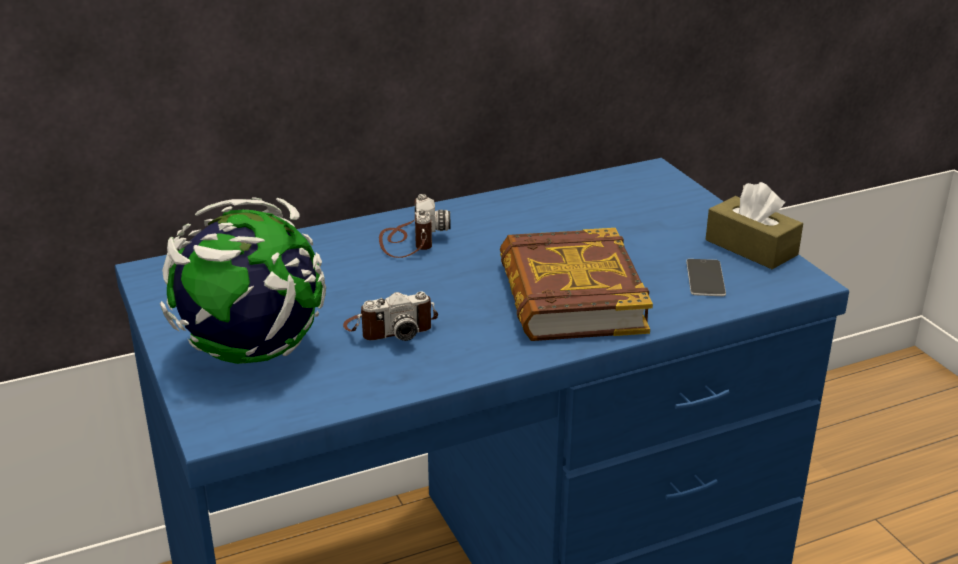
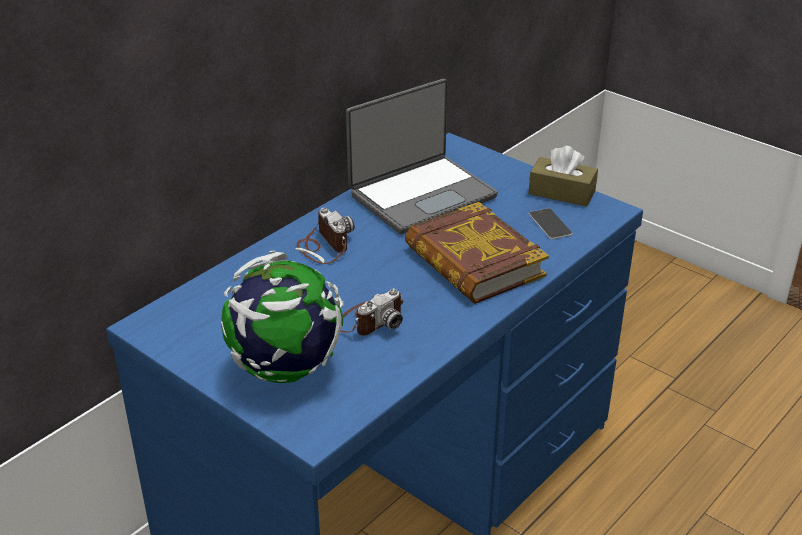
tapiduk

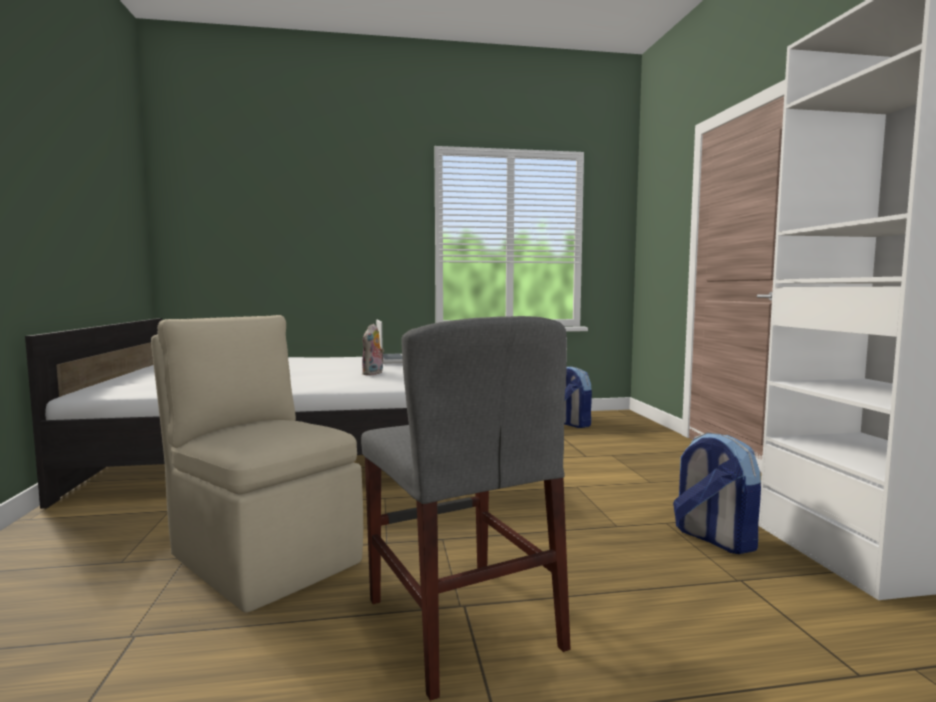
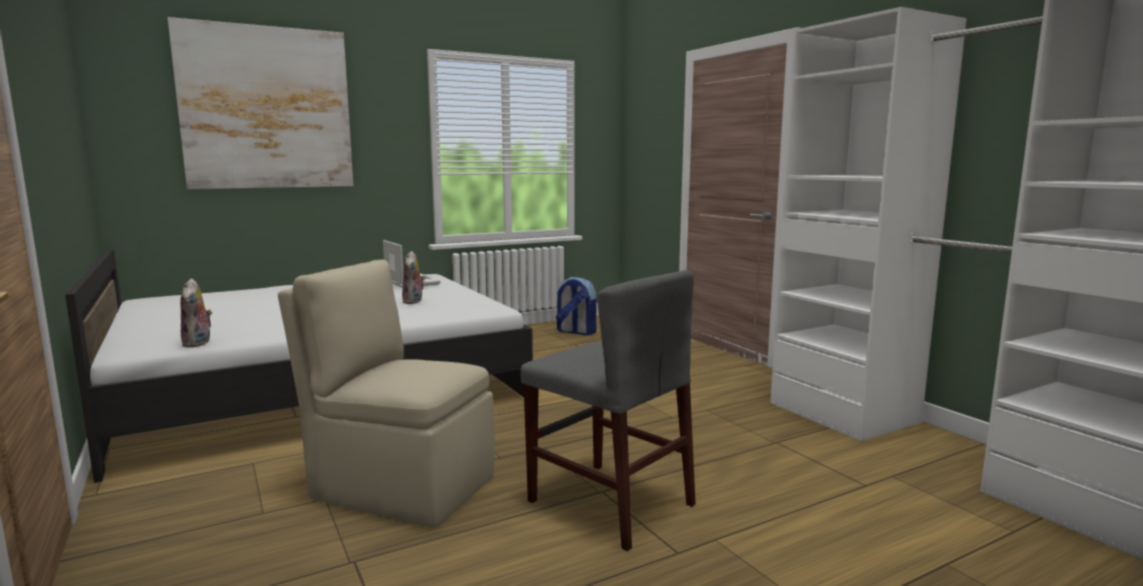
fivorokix (no. 2 from left in the first image)
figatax
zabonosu (no. 1 from left)

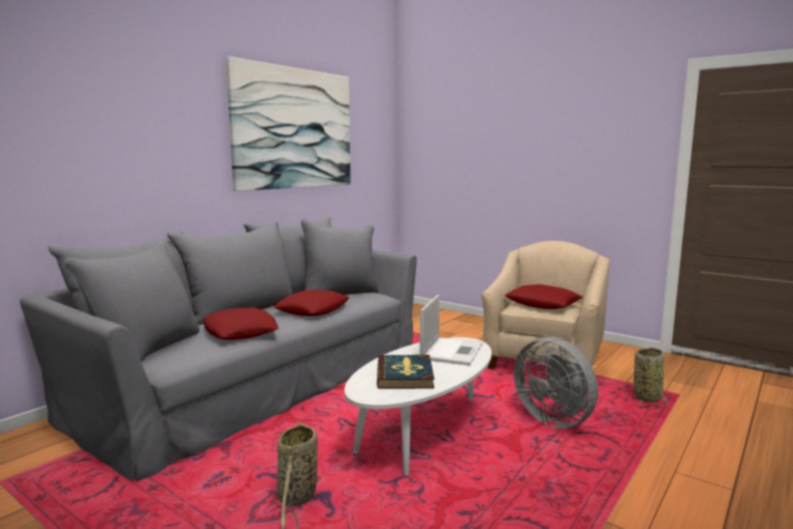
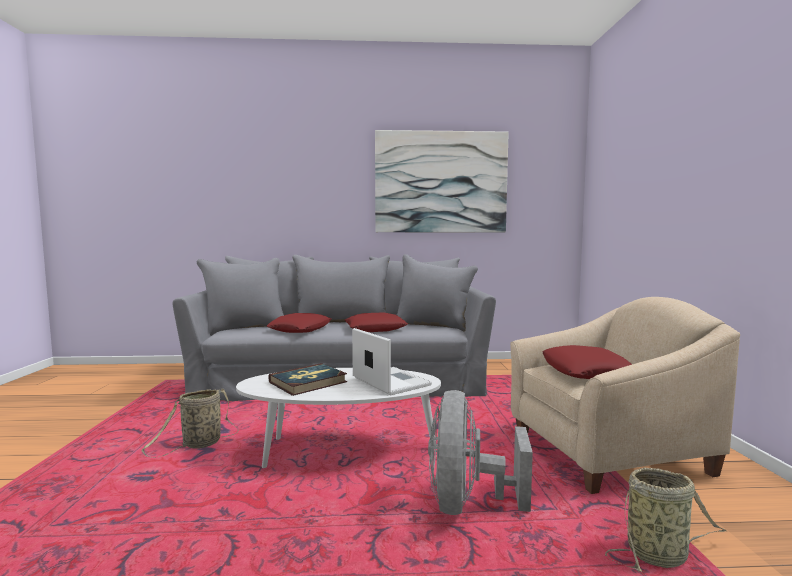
tapiduk

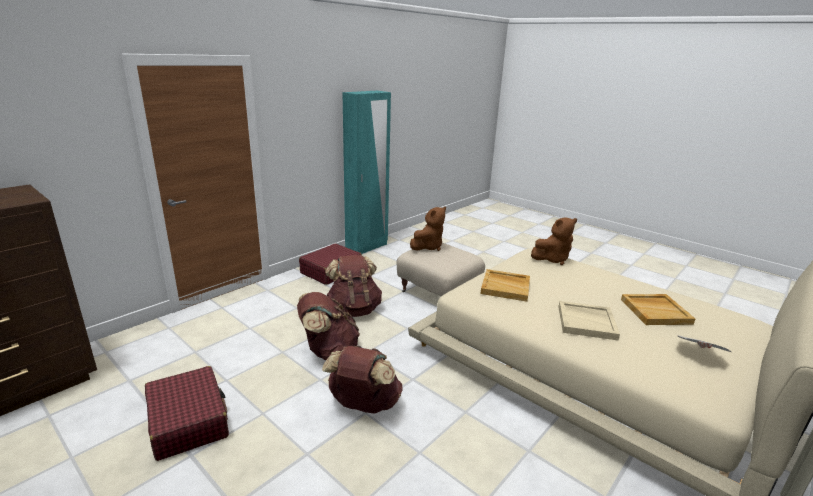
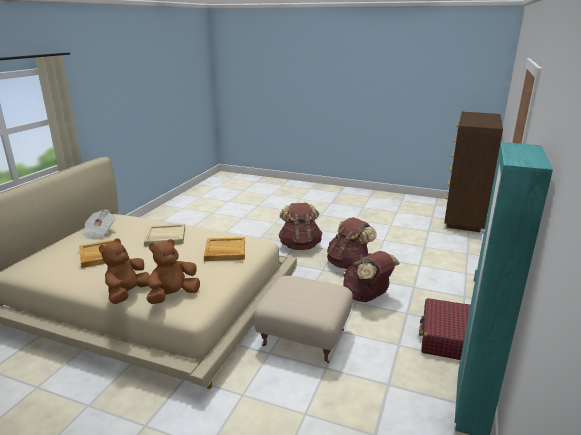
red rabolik (no. 1 from left in the first image)
brown zabonosu (no. 1 from left)

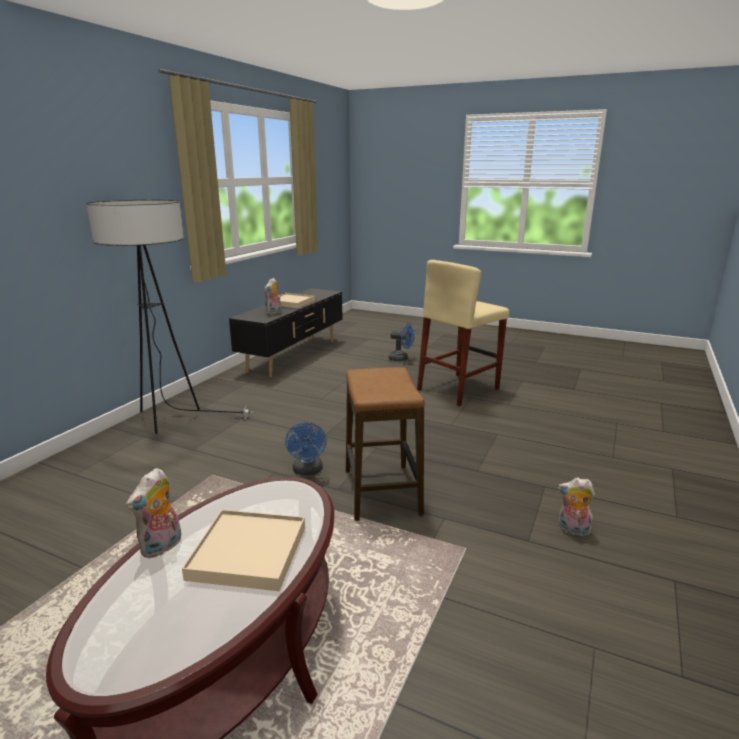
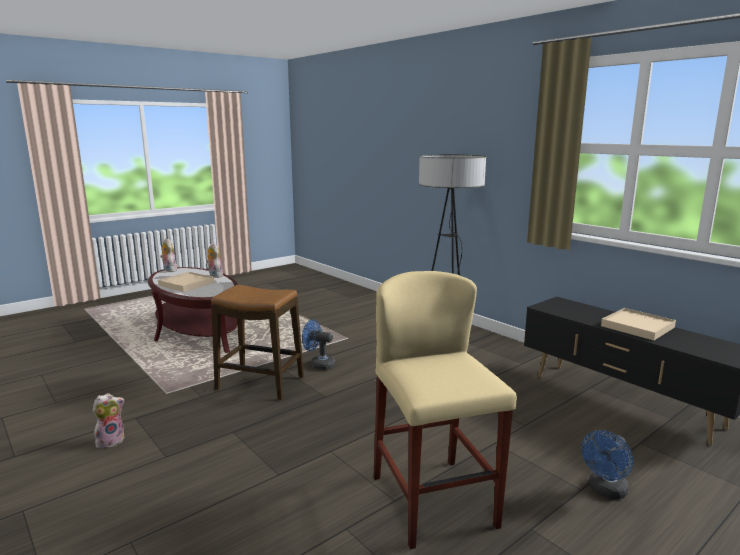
zabonosu (no. 2 from left)

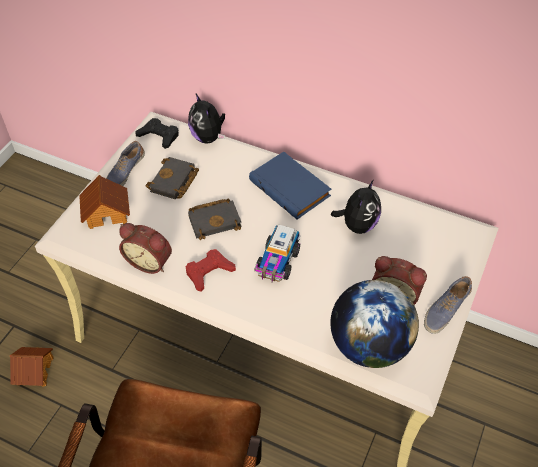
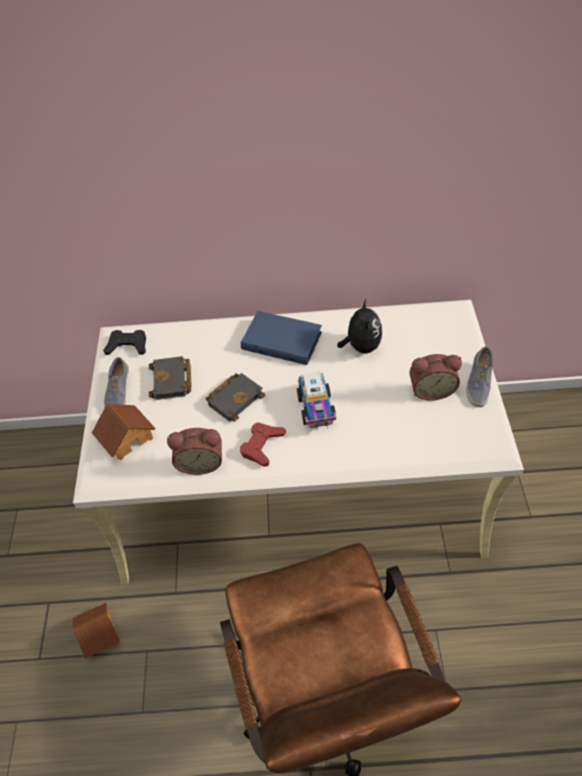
zabonosu (no. 1 from left in the first image)
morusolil

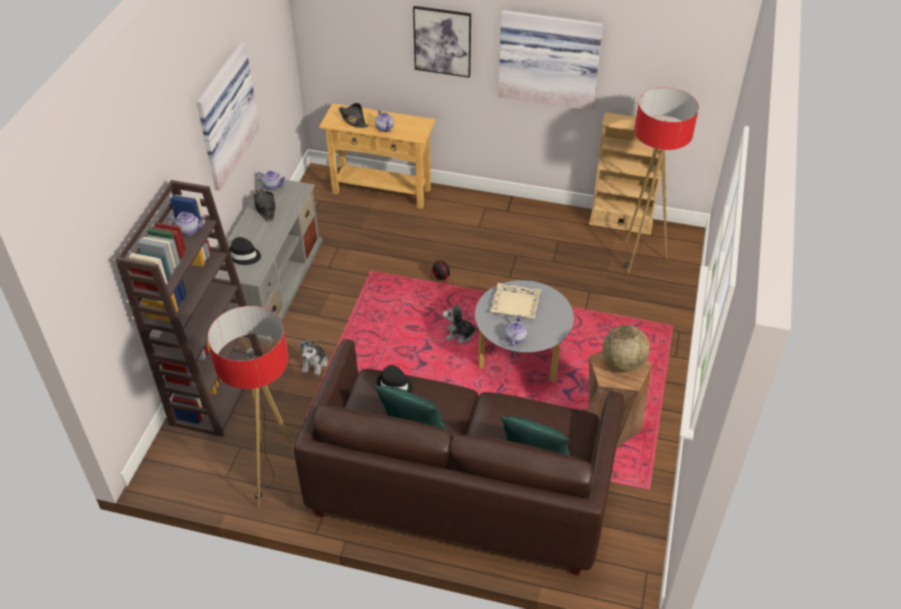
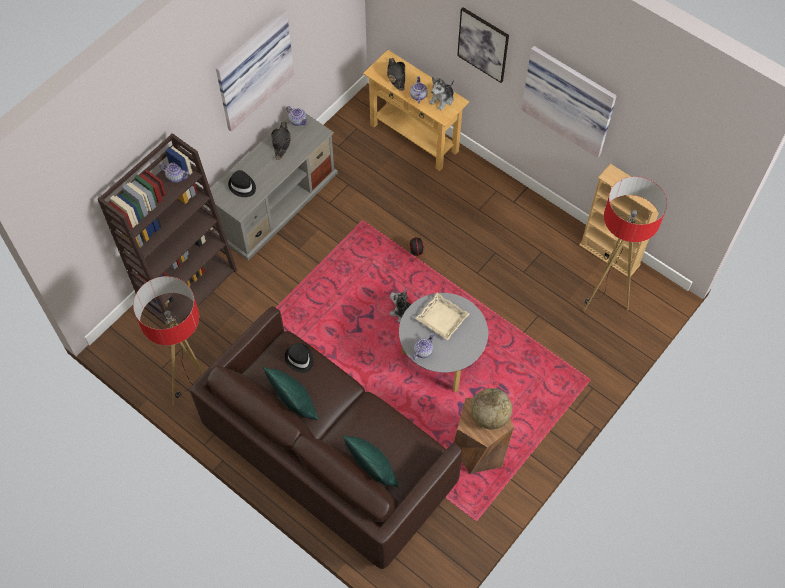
zabonosu (no. 2 from left)

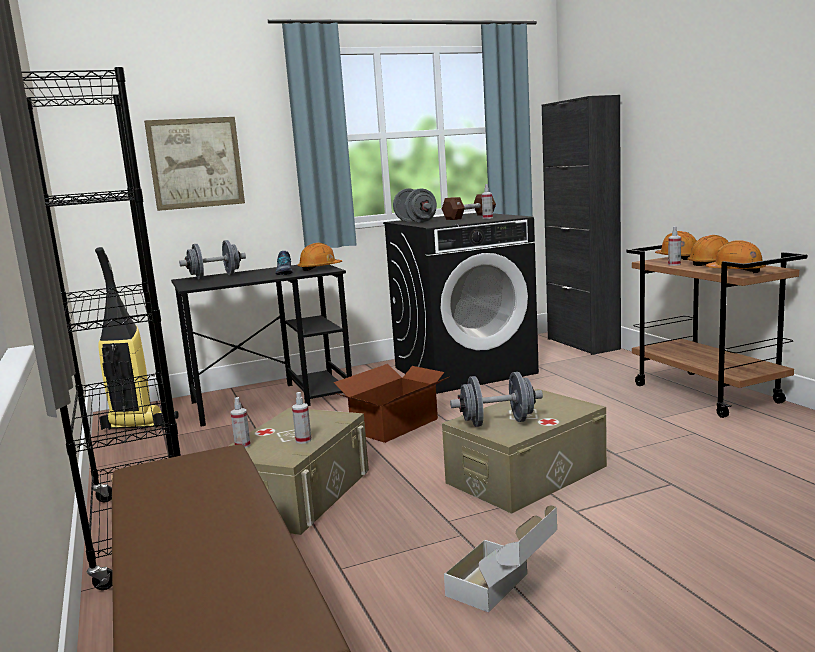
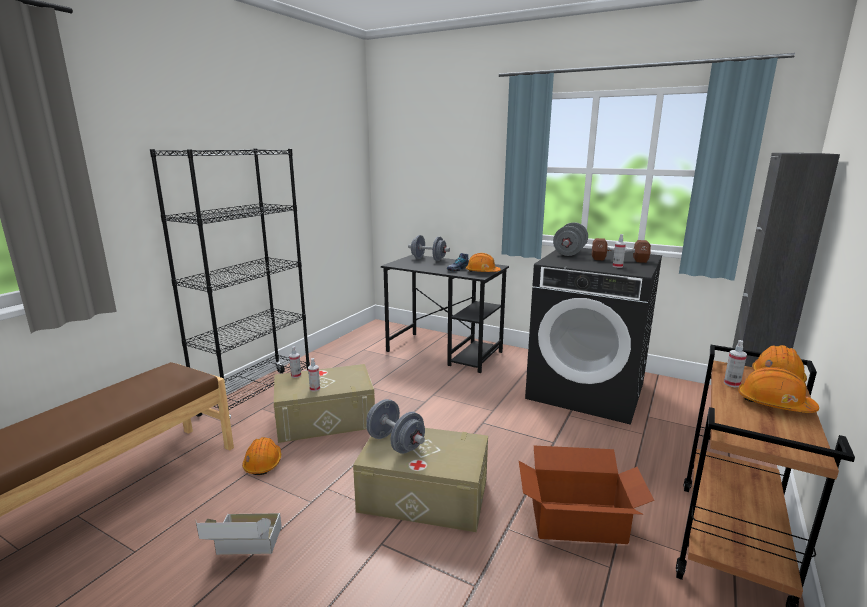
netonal
figatax
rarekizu (no. 2 from left)
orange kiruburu (no. 1 from left)

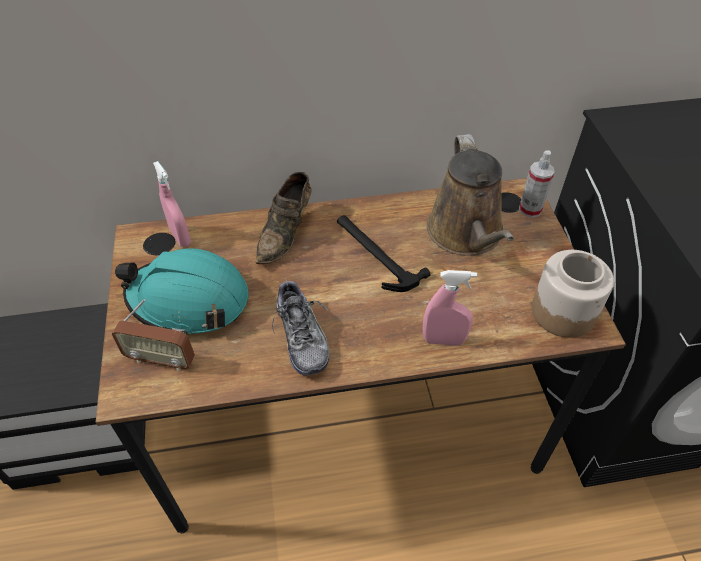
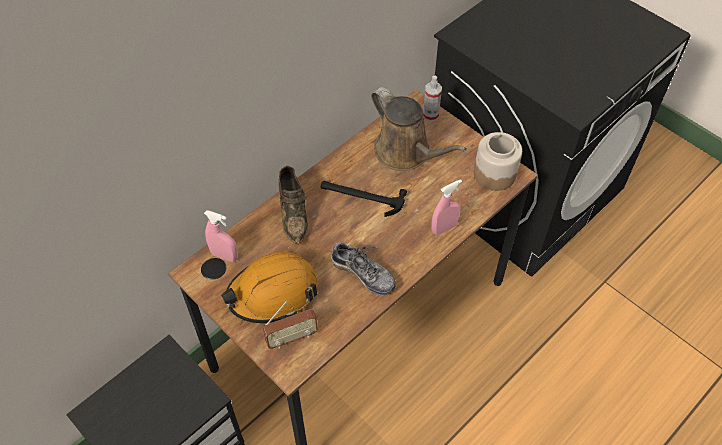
orange kiruburu

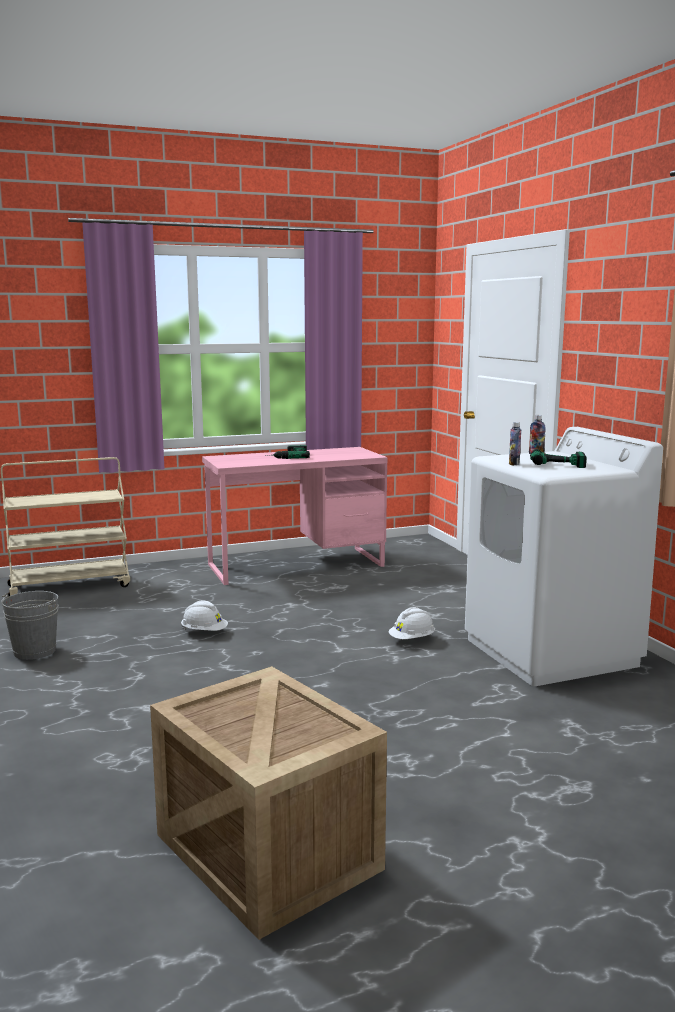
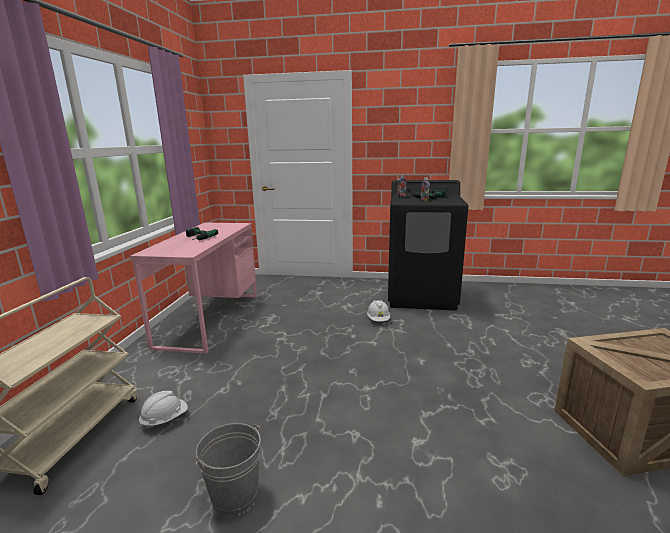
white kiruburu (no. 1 from left)
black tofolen

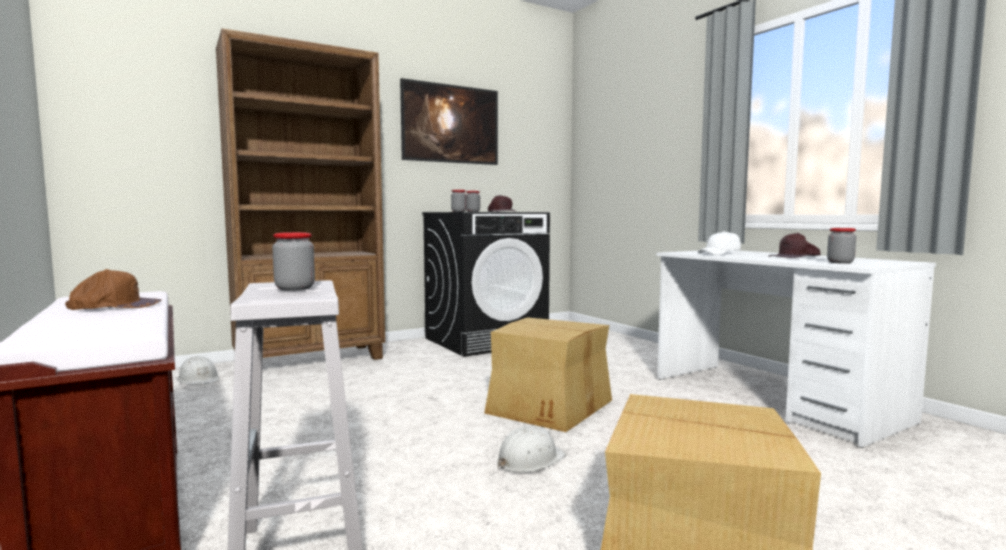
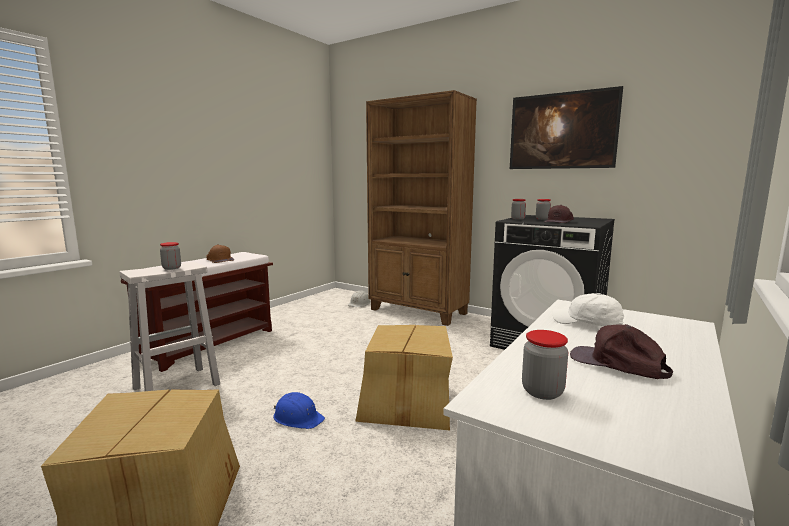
blue kiruburu

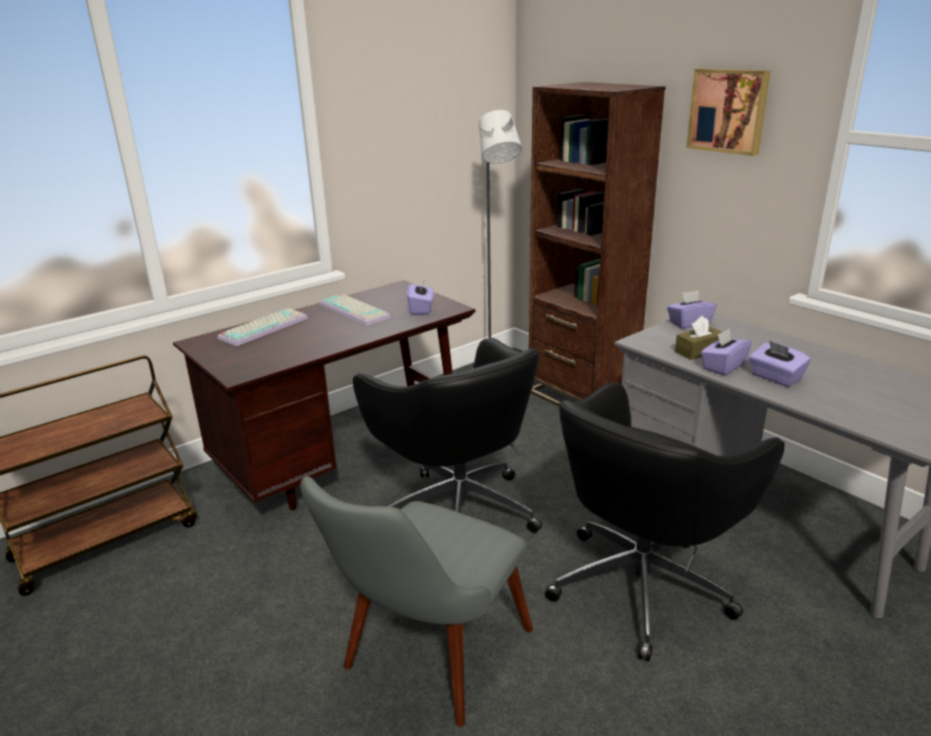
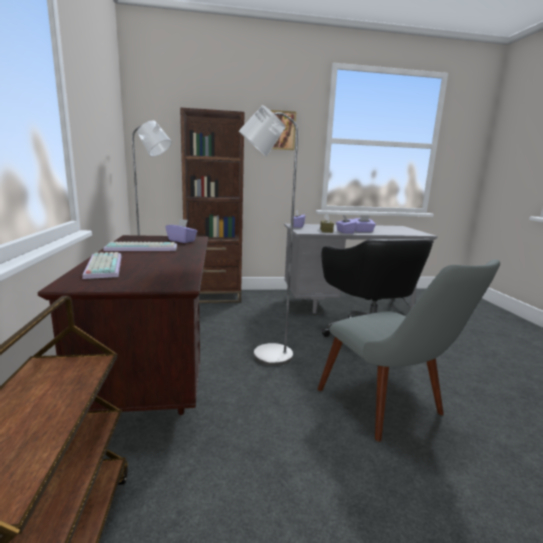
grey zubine (no. 2 from left)

